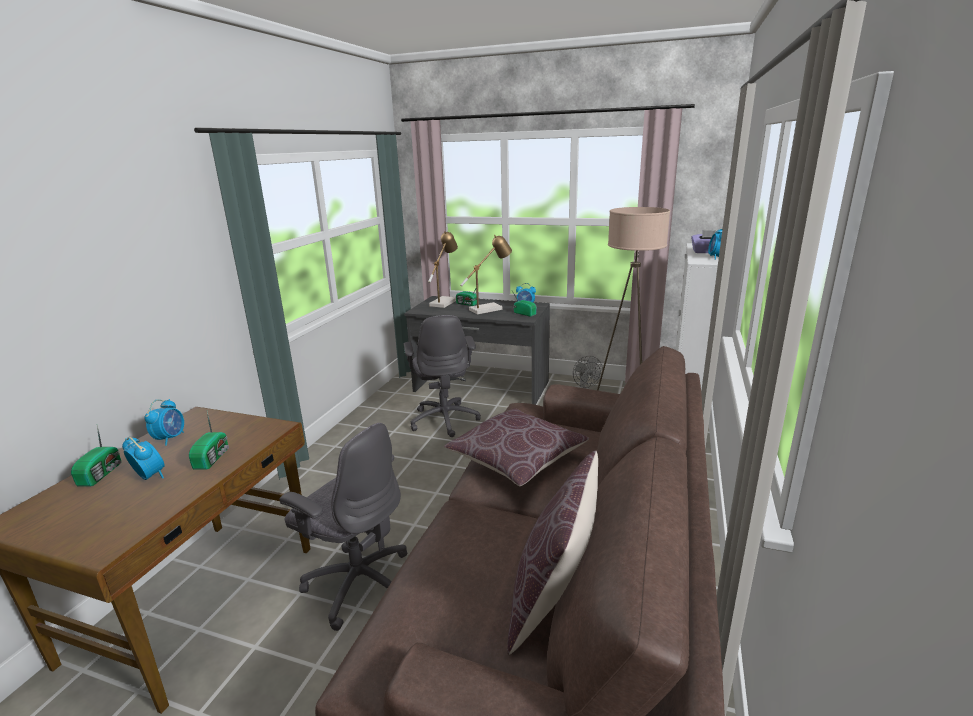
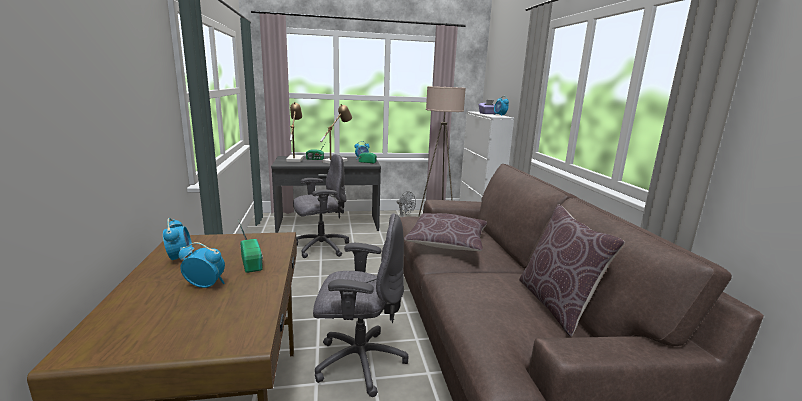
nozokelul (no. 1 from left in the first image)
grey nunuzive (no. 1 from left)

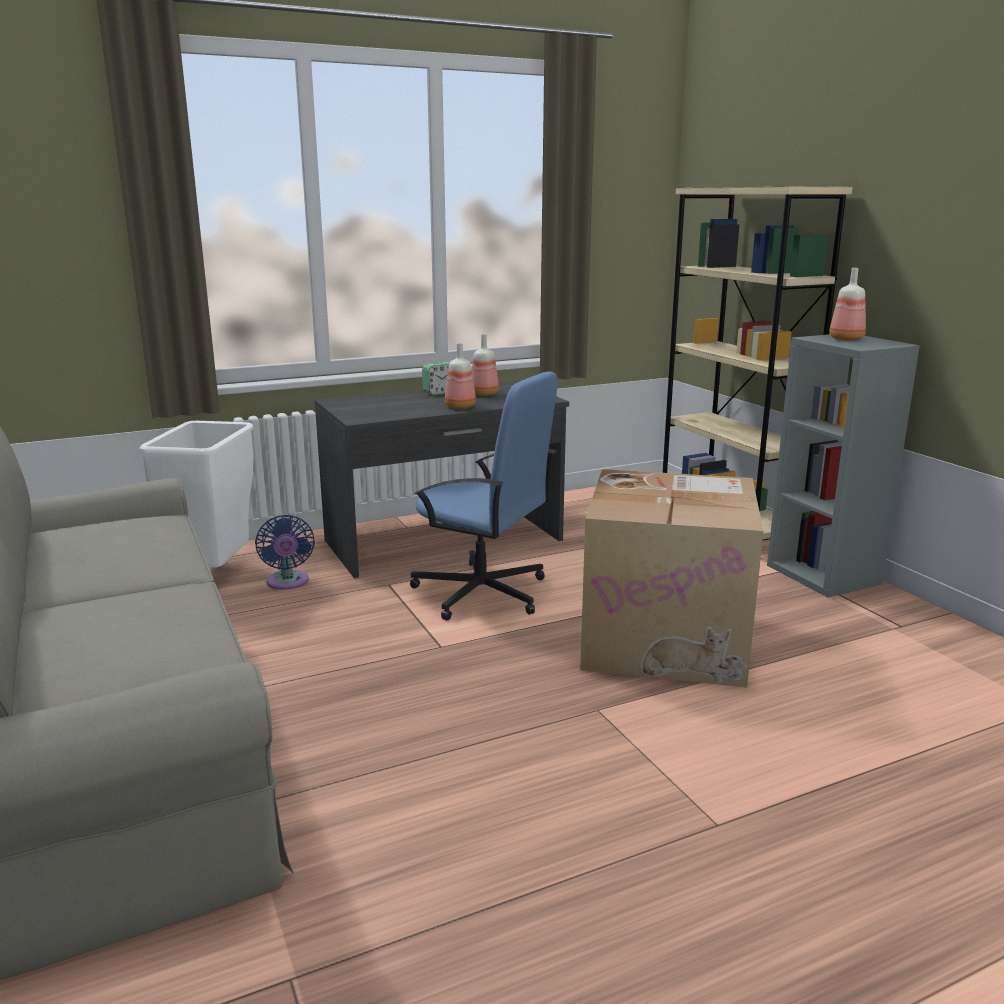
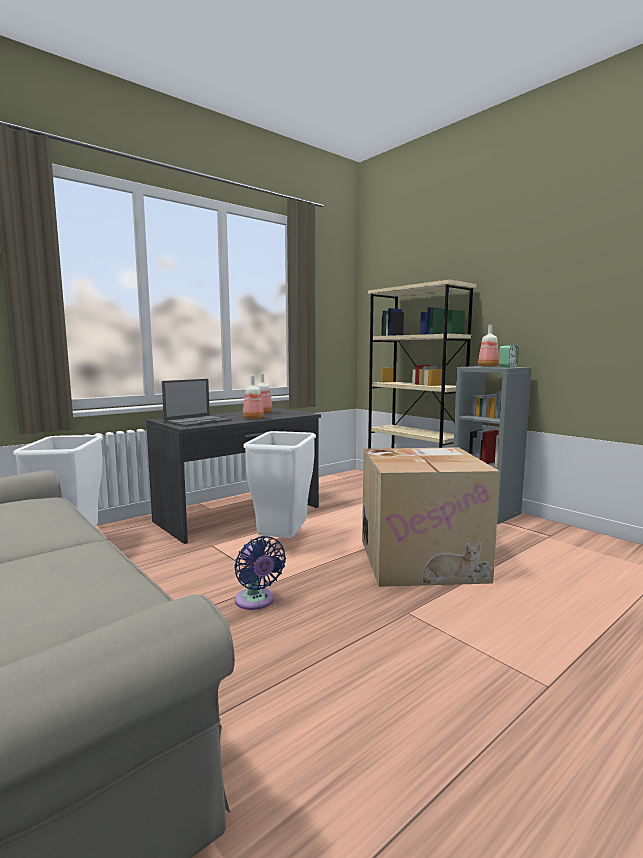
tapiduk
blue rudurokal
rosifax
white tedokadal (no. 2 from left)

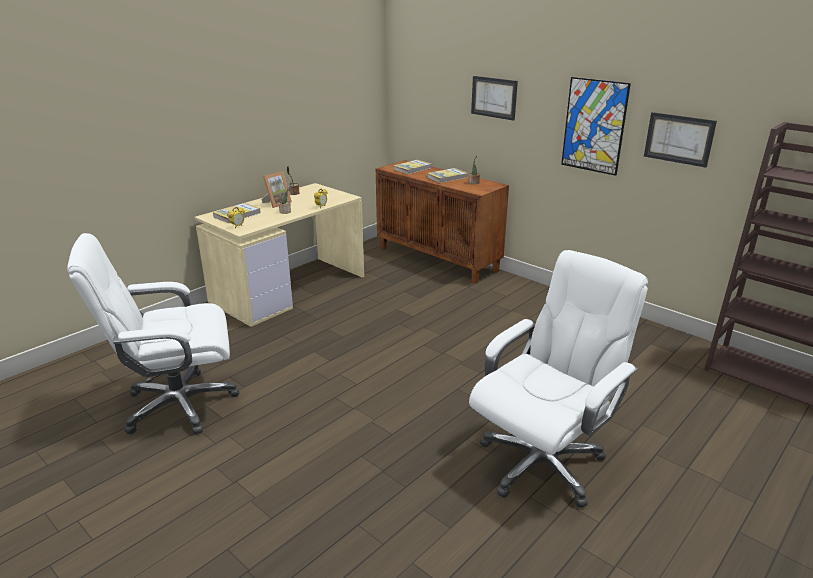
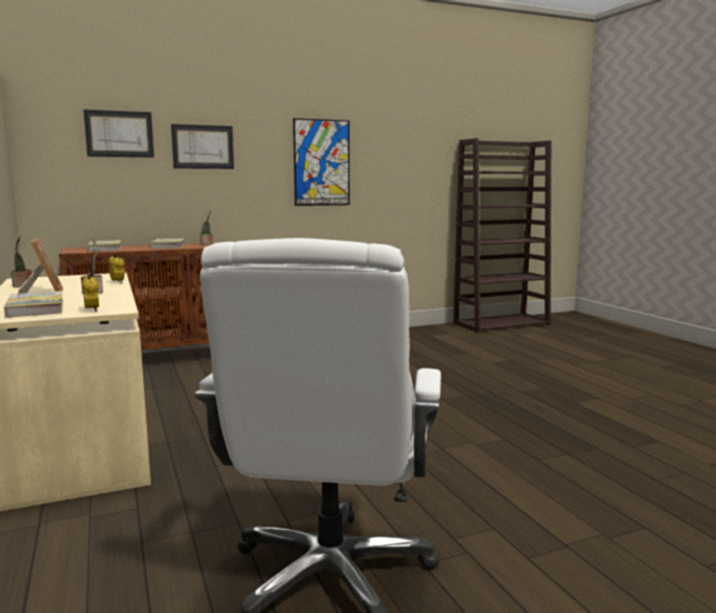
white nunuzive (no. 2 from left in the first image)
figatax (no. 1 from left)

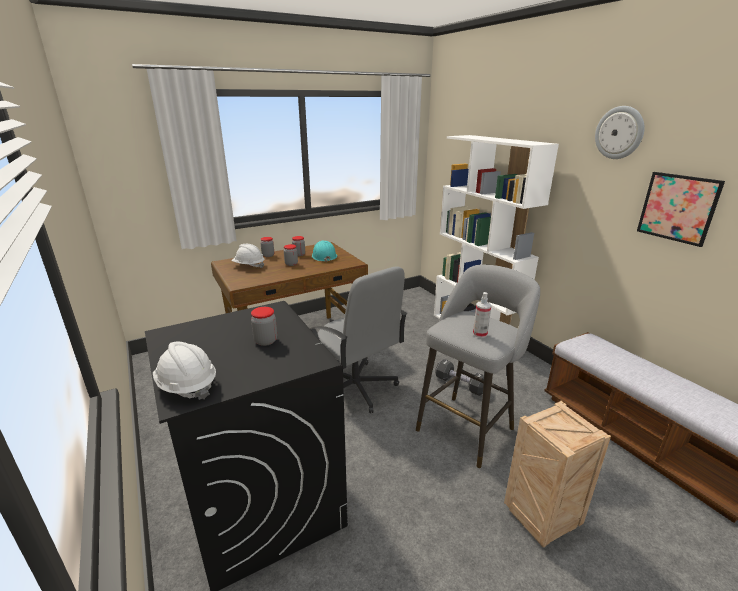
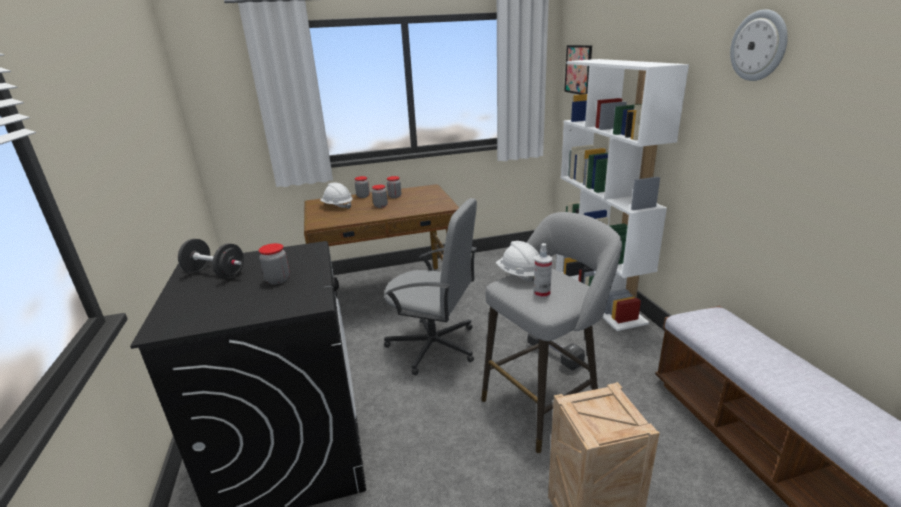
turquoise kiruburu
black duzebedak (no. 1 from left)
white kiruburu (no. 2 from left)
figatax
grey nunuzive

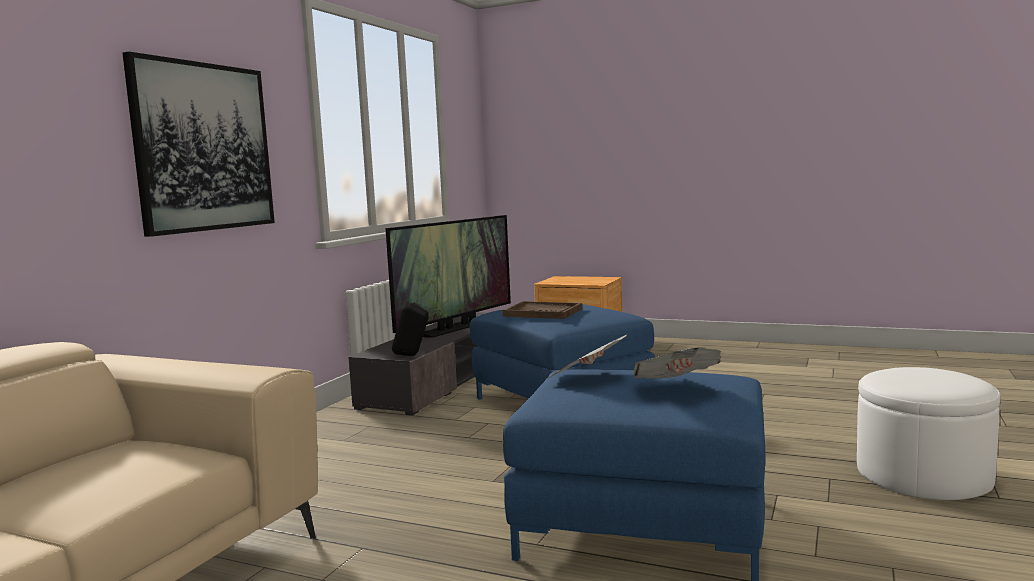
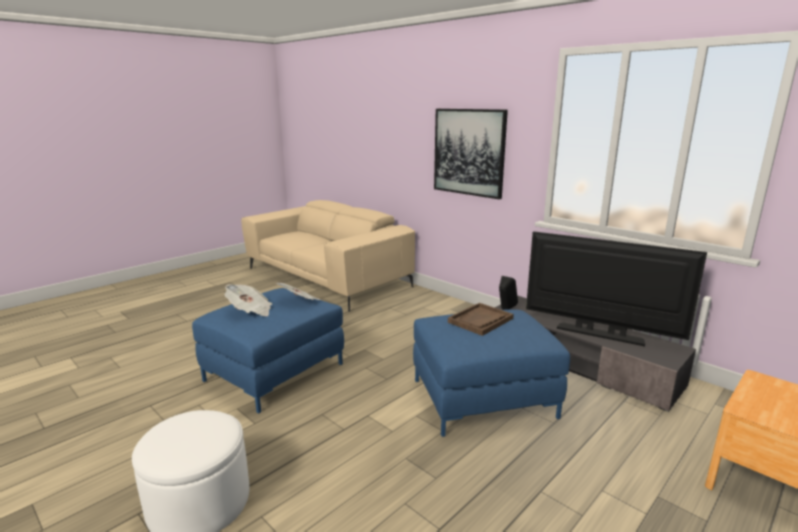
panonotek

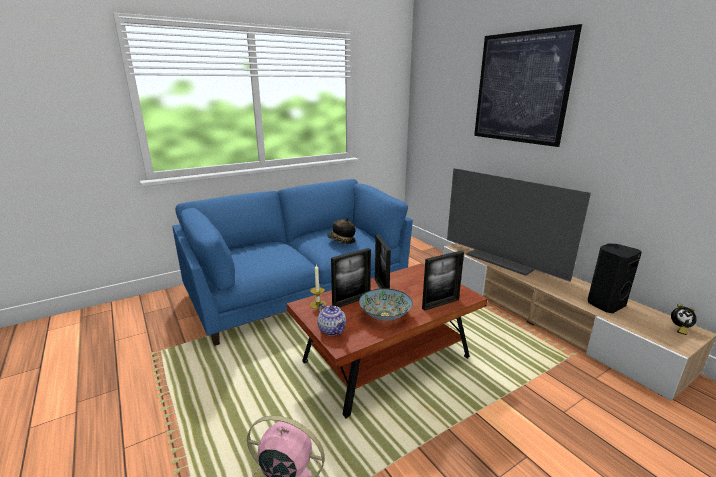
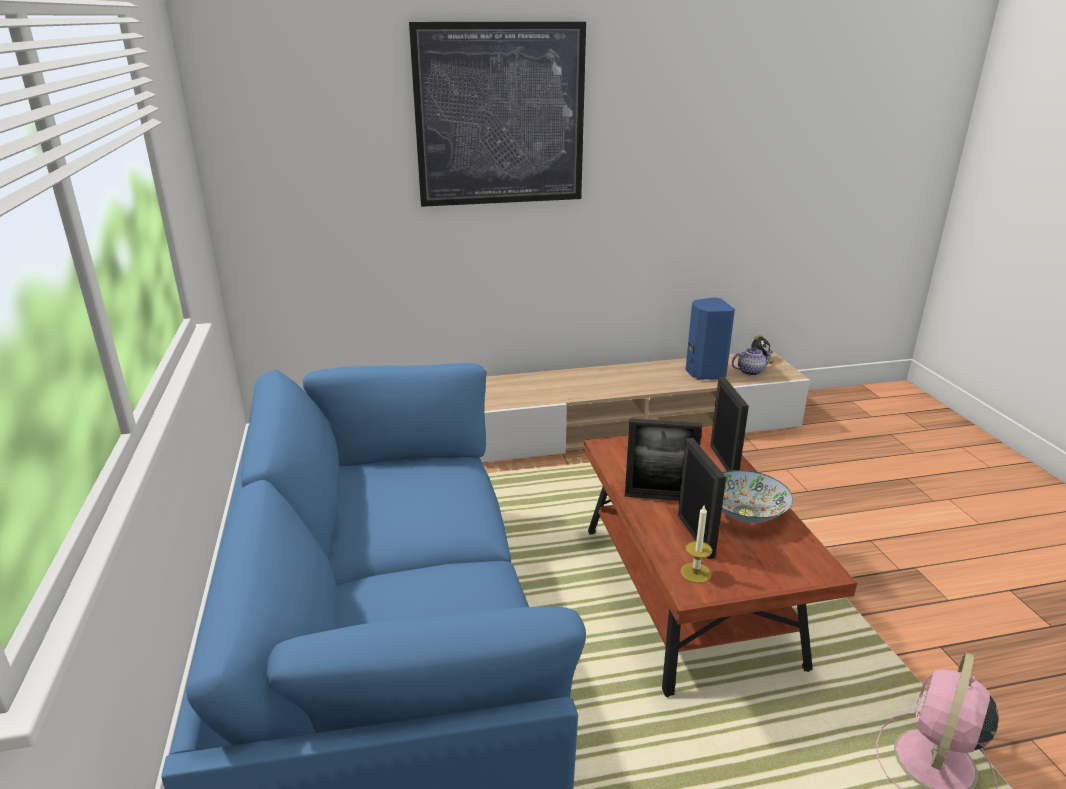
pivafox
panonotek
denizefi
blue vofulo

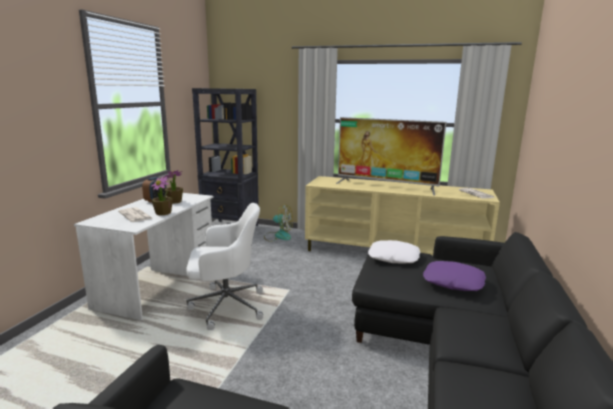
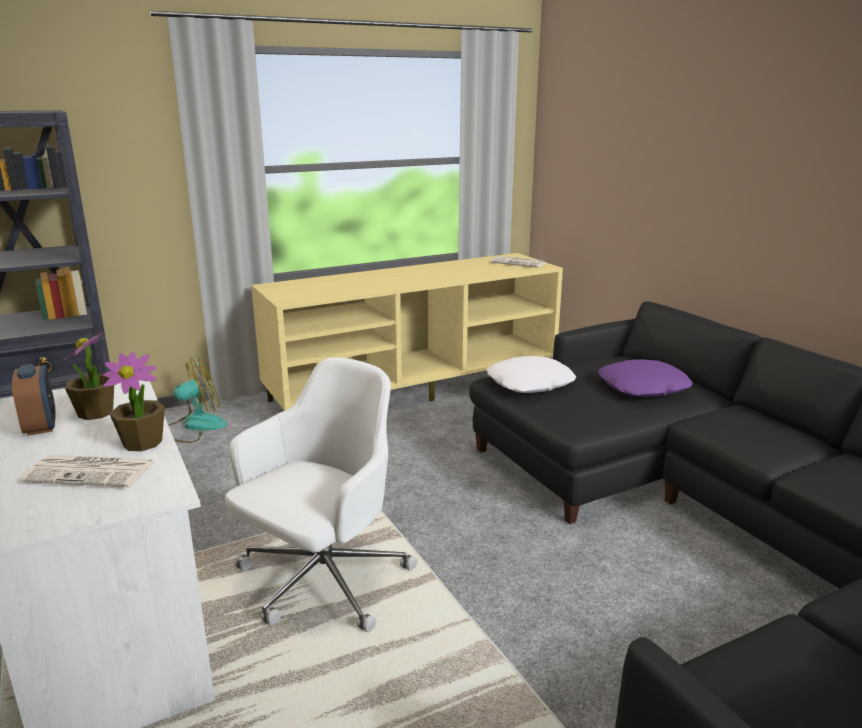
panonotek

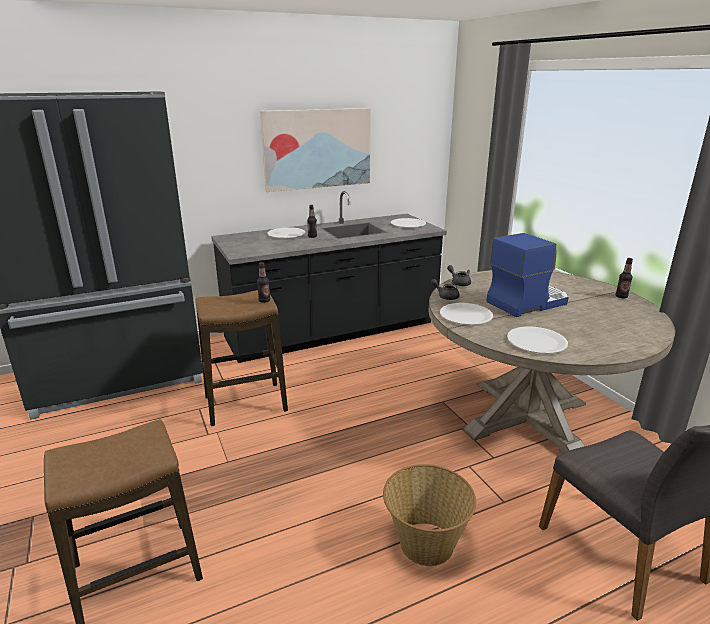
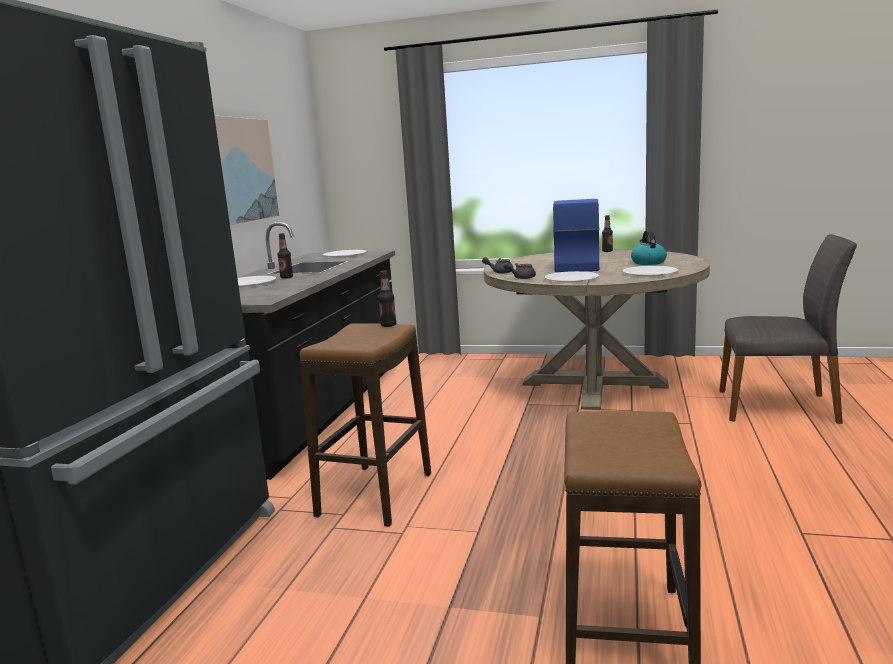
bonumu
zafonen

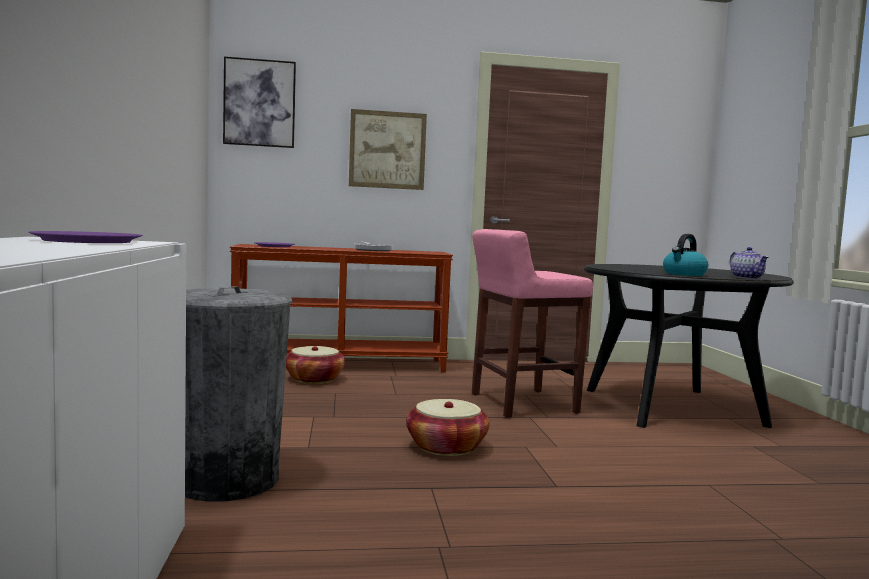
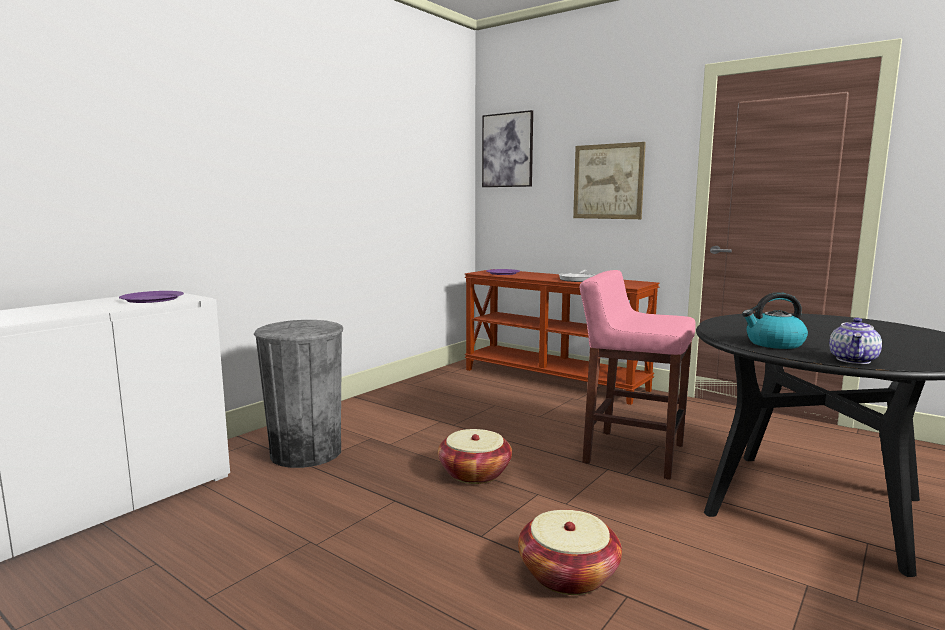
bonumu (no. 2 from left)

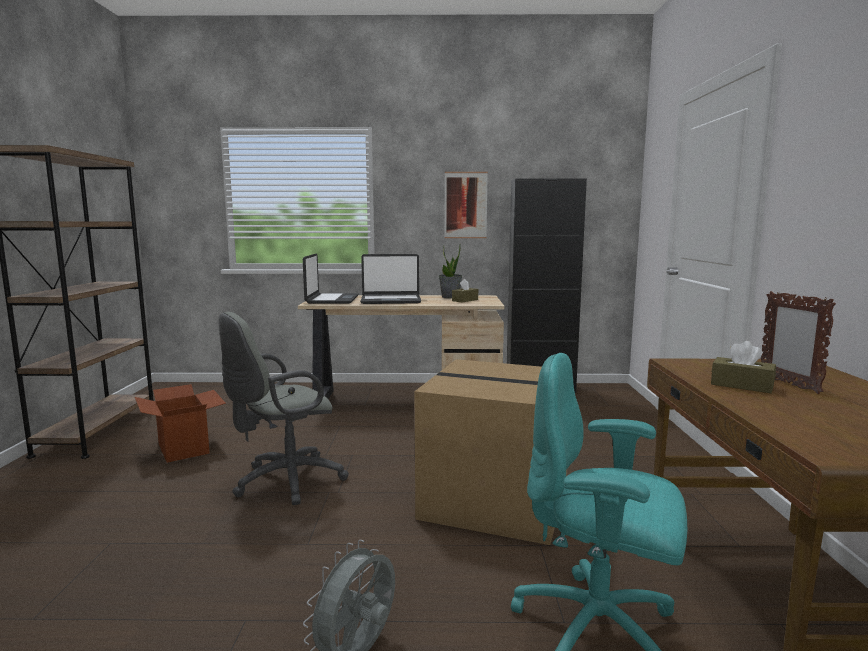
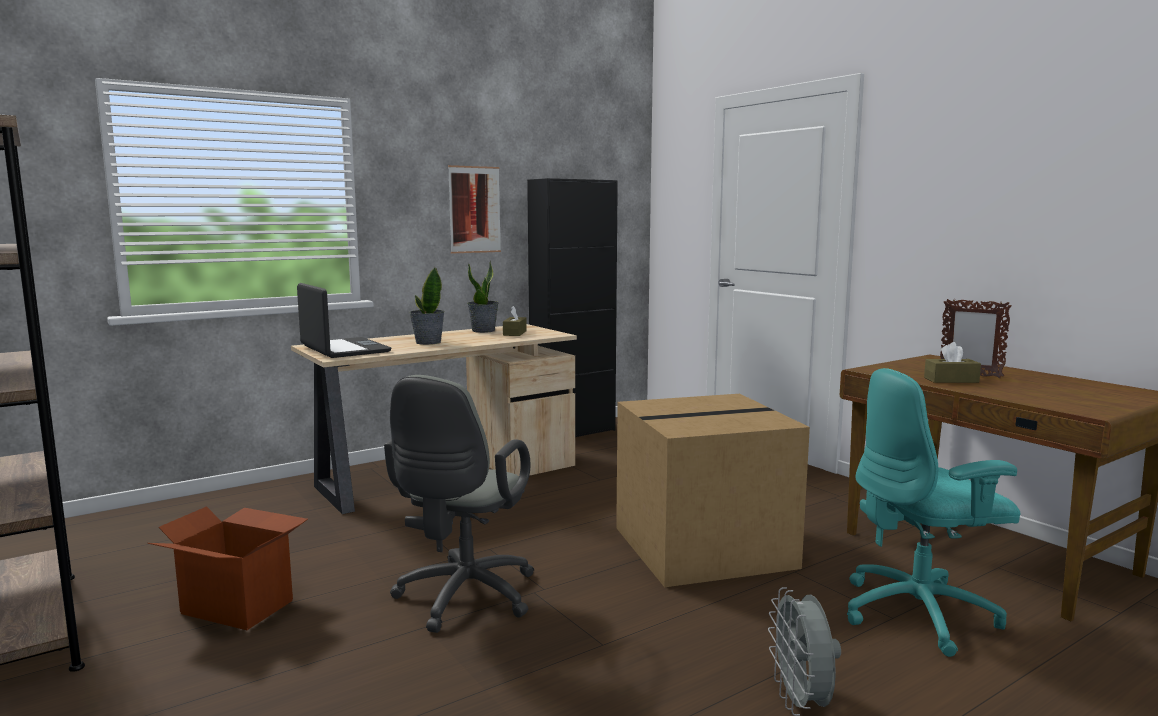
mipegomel (no. 1 from left)

